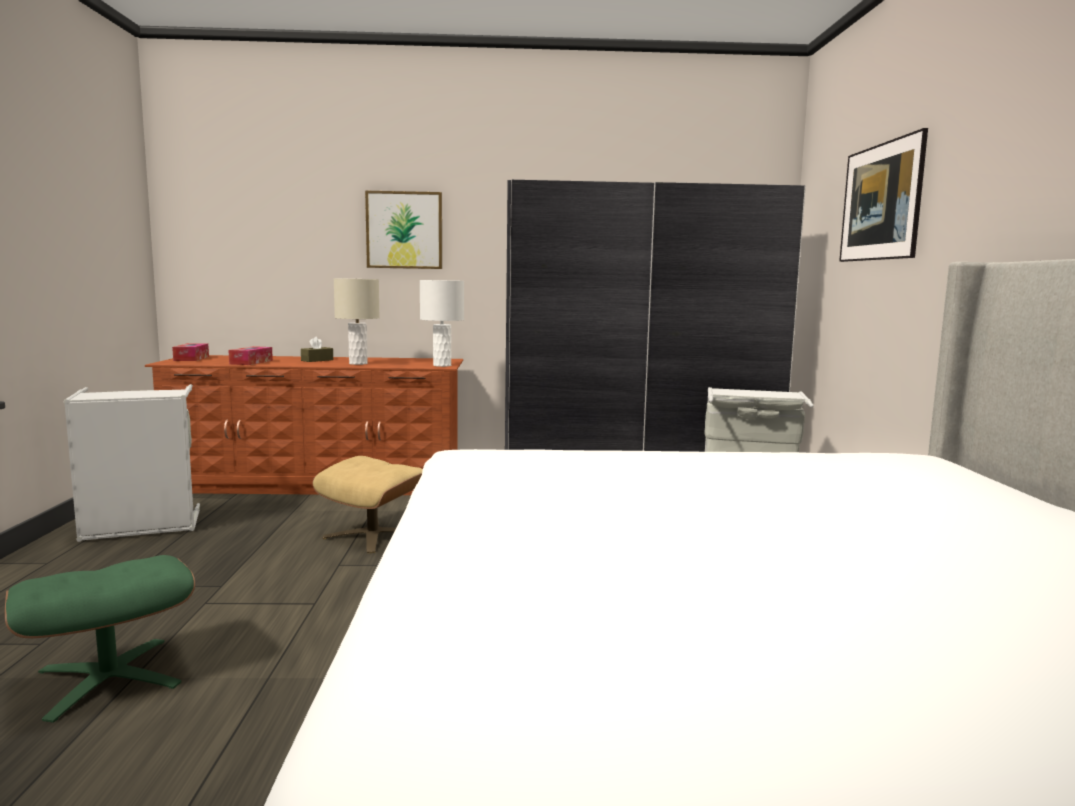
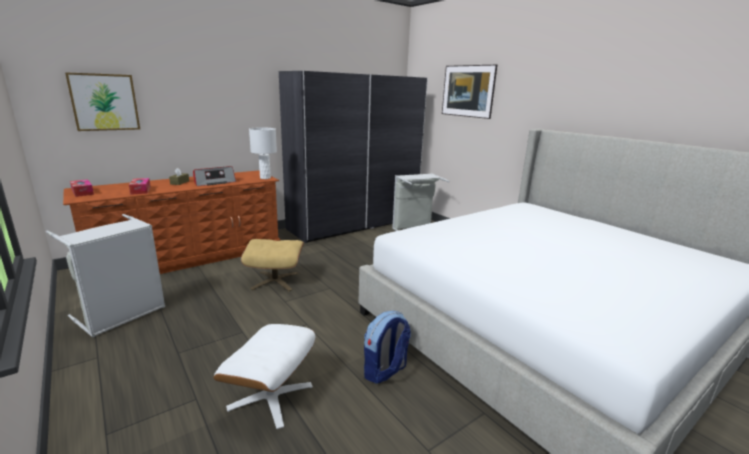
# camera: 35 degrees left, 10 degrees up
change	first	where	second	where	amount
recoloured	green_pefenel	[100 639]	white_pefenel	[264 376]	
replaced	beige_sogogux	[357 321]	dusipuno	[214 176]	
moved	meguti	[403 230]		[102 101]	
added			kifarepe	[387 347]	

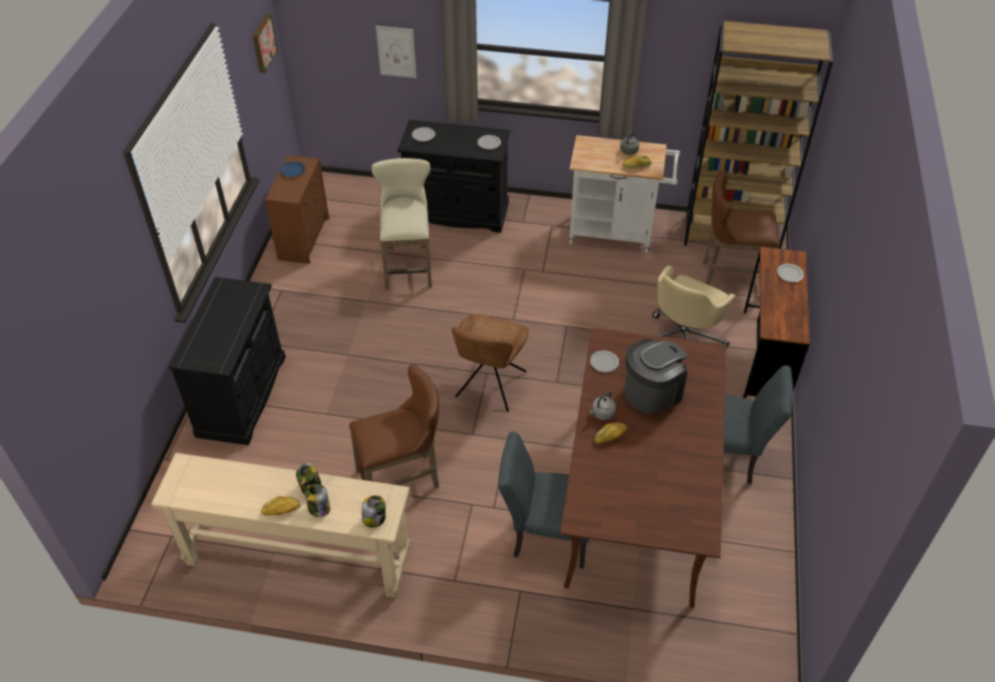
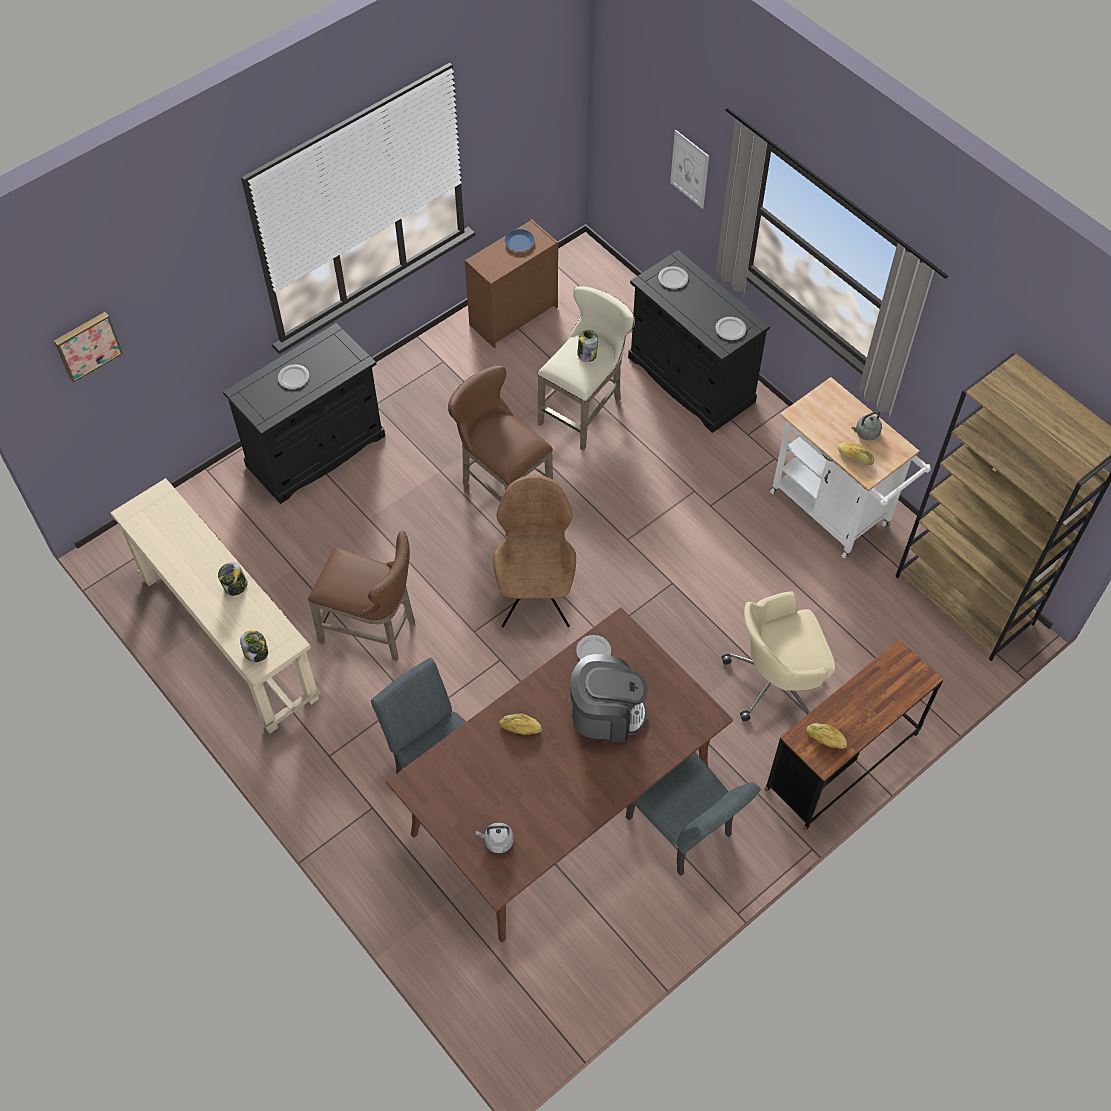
# camera: 40 degrees right, 10 degrees up
change	first	where	second	where	amount
moved	meguti	[265 43]		[88 347]	
moved	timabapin	[281 505]		[826 736]	
moved	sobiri	[317 500]		[587 346]	
turned	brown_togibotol	[490 363]		[534 551]	120 degrees clockwise
moved	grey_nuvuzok	[602 405]		[495 837]	
moved	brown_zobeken	[741 227]		[500 433]	
moved	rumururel	[790 273]		[293 376]	

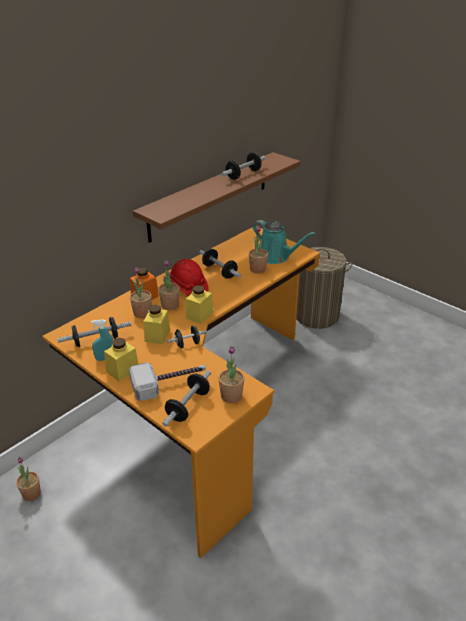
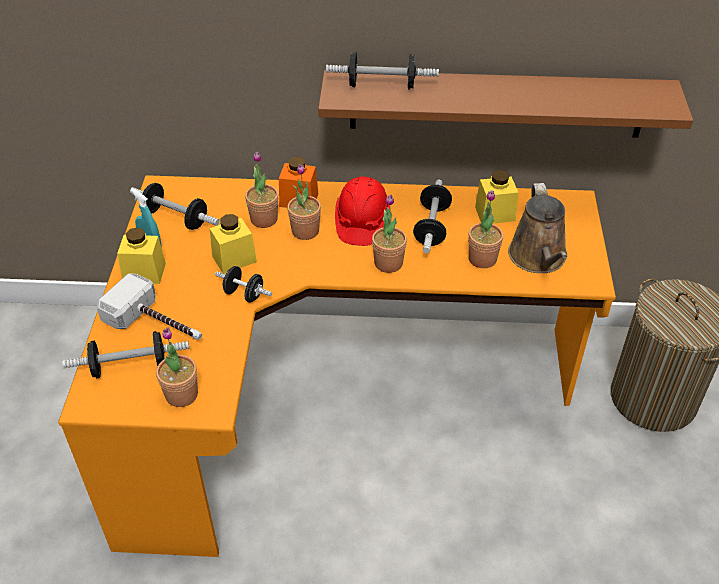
# camera: 50 degrees right, 10 degrees up
change	first	where	second	where	amount
moved	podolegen	[28 479]		[389 234]	
moved	yellow_sobiri	[200 304]		[497 197]	
moved	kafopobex	[243 166]		[382 71]	
recoloured	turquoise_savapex	[284 242]	brown_savapex	[537 228]	

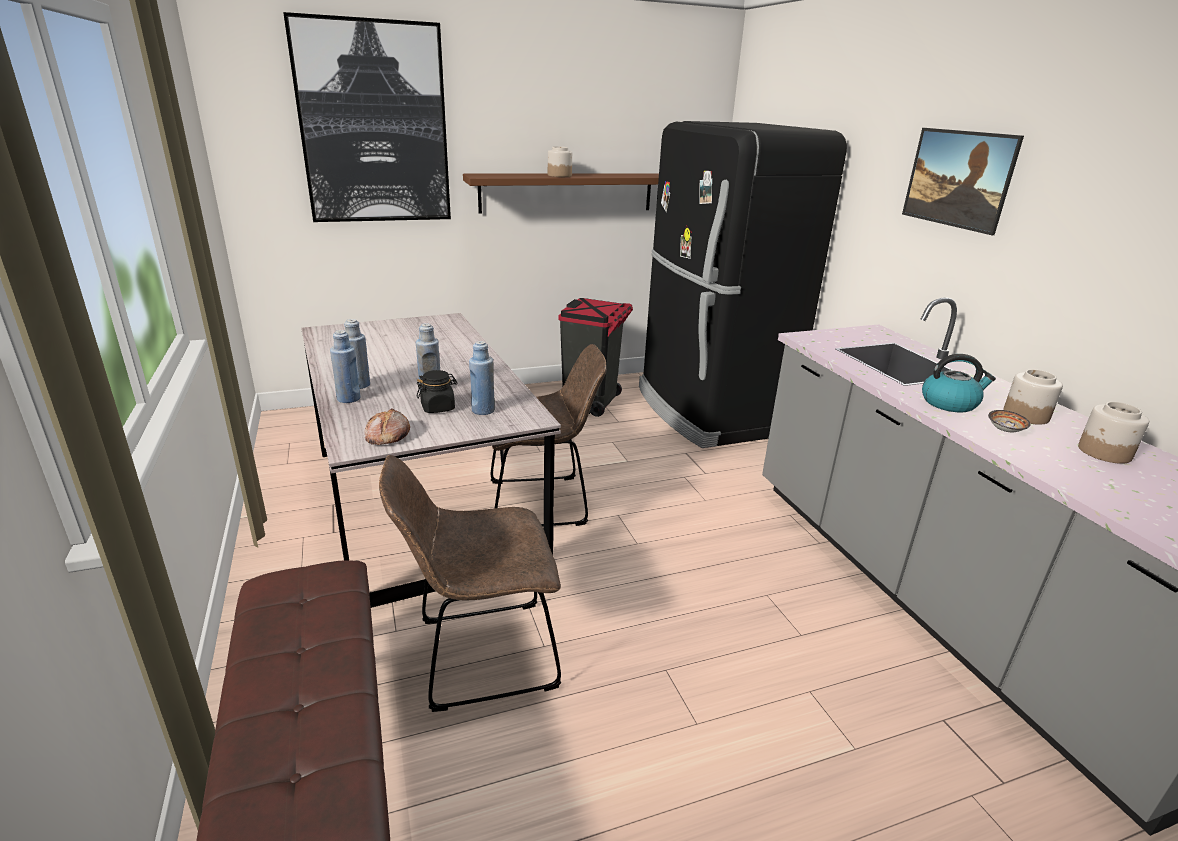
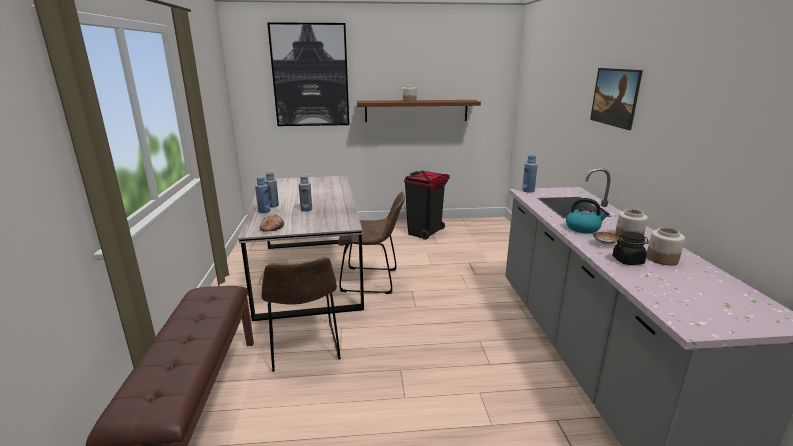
# camera: 15 degrees right, 5 degrees down
change	first	where	second	where	amount
turned	brown_togibotol	[470 583]		[301 314]	105 degrees counterclockwise
moved	black_sobiri	[437 391]		[630 248]	
moved	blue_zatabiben	[482 378]		[530 173]	
removed	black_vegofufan	[743 284]			

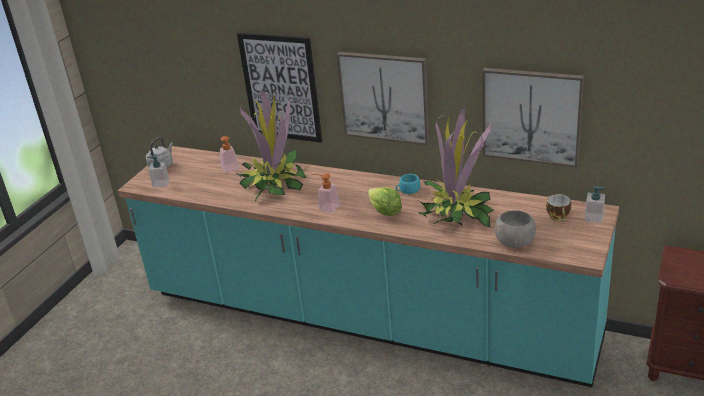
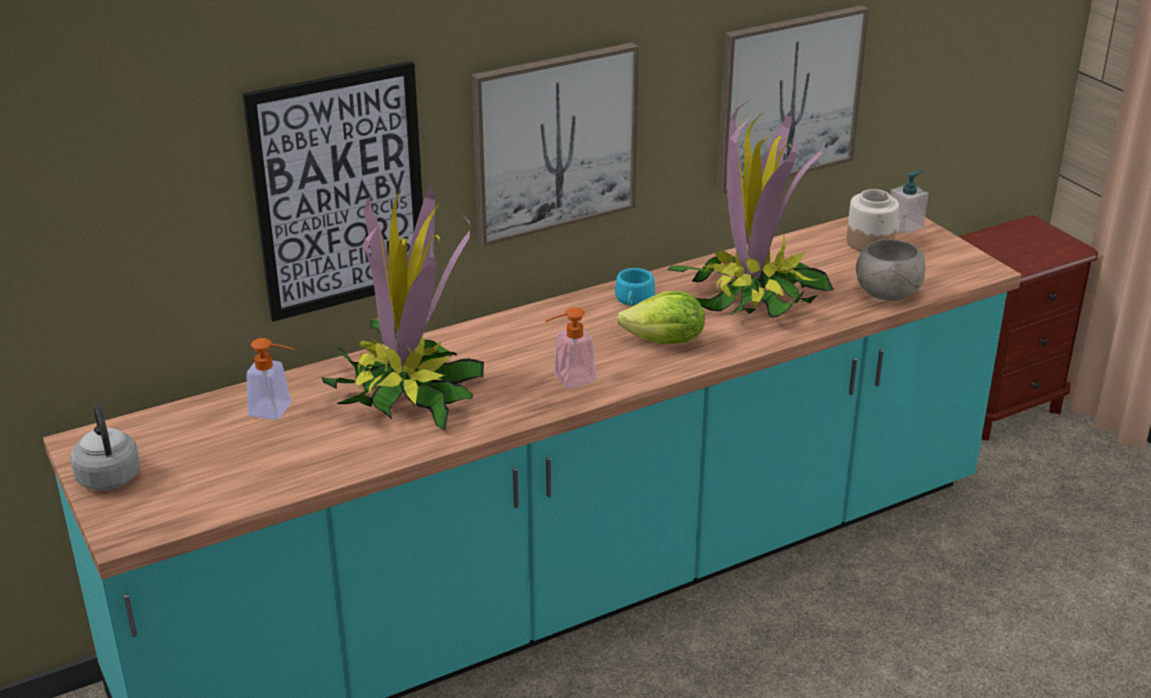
# camera: 55 degrees left, 0 degrees up
change	first	where	second	where	amount
removed	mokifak	[158 172]			
replaced	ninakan	[558 207]	sobiri	[872 220]	

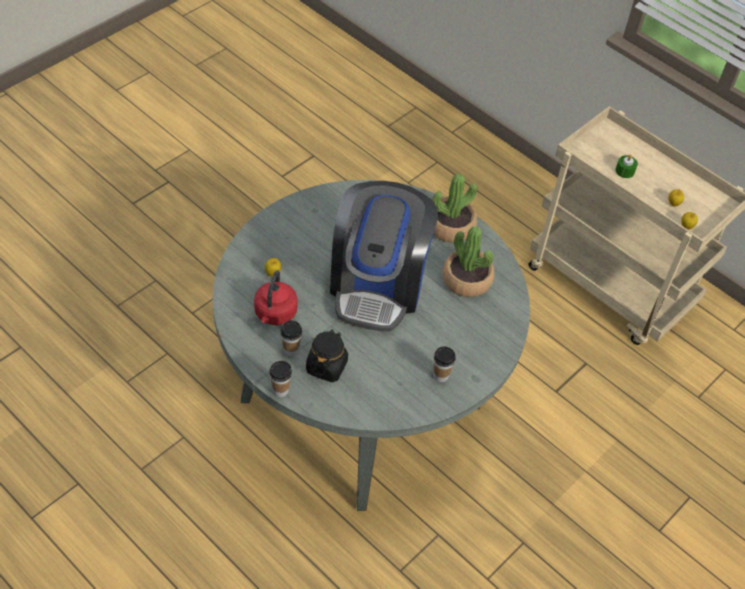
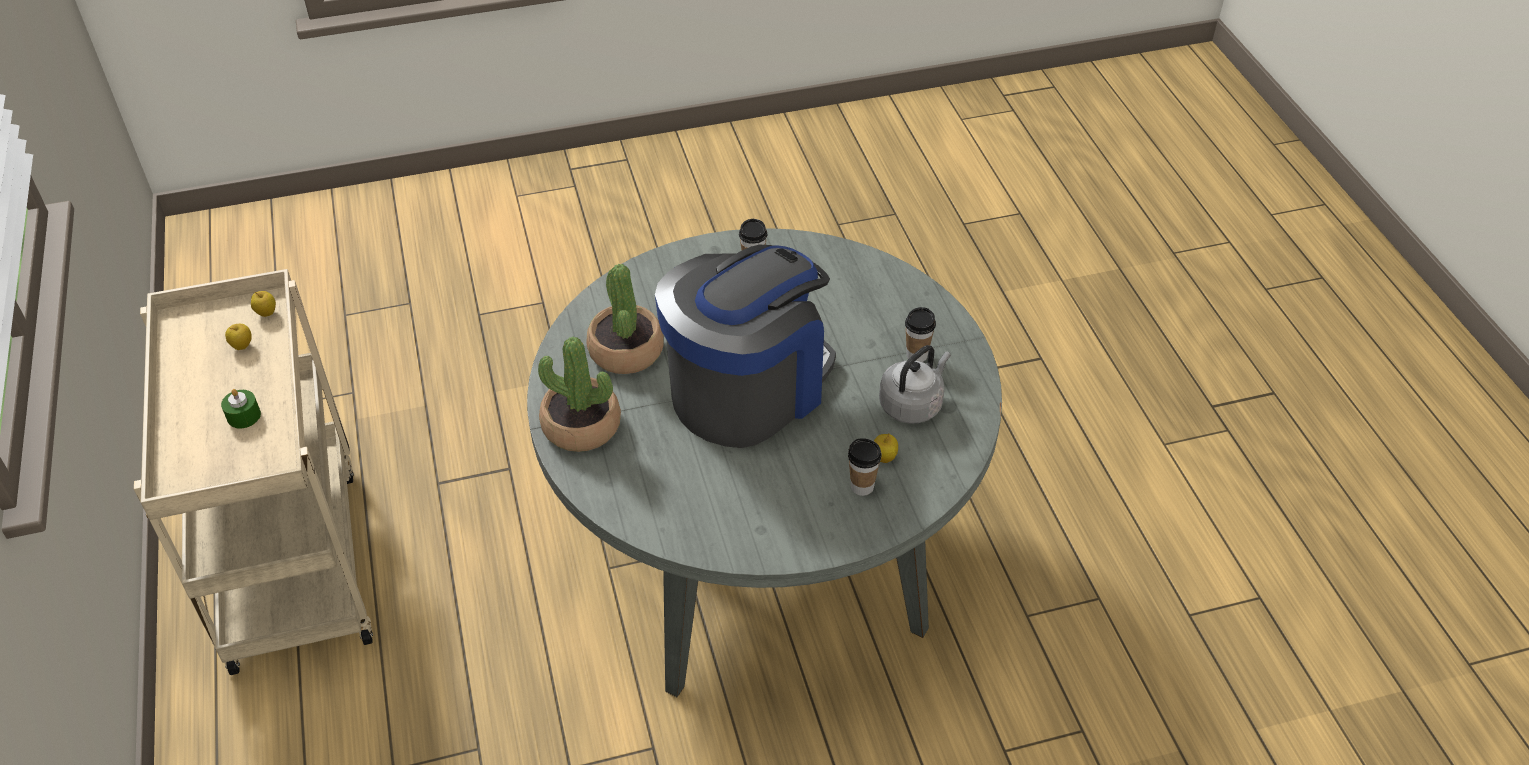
# camera: 145 degrees left, 5 degrees down
change	first	where	second	where	amount
recoloured	red_nuvuzok	[276 297]	grey_nuvuzok	[915 384]	
moved	ninakan	[280 379]		[865 467]	
removed	black_sobiri	[327 355]			

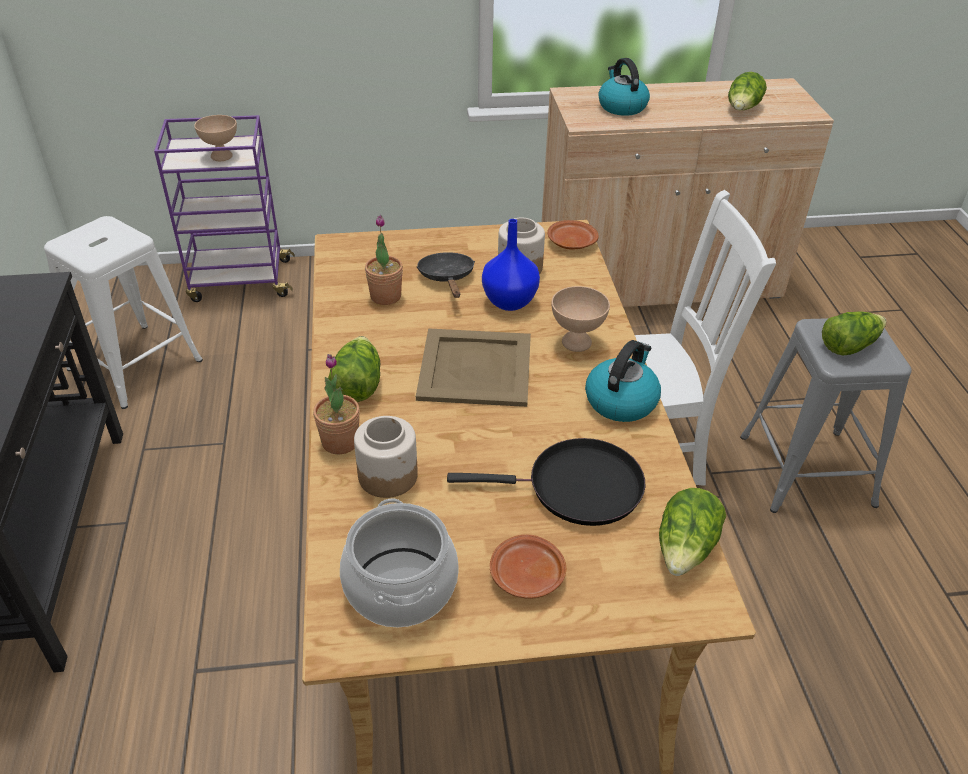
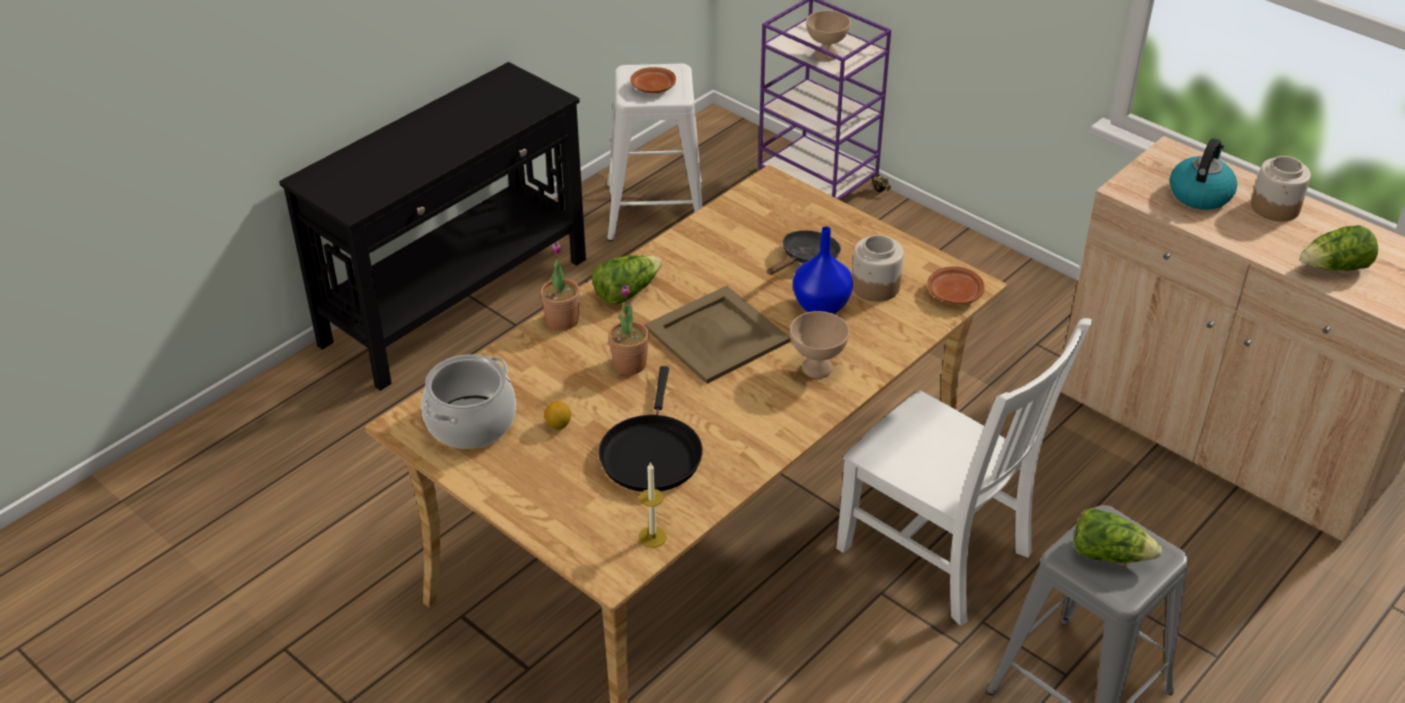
# camera: 50 degrees right, 0 degrees up
change	first	where	second	where	amount
moved	sobiri	[386 457]		[1281 188]	
moved	podolegen	[384 260]		[628 330]	
turned	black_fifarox	[546 482]		[650 429]	45 degrees clockwise
moved	brown_rumururel	[528 567]		[653 80]	
removed	nuvuzok	[623 381]			
replaced	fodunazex	[692 532]	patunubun	[653 505]	
added			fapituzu	[557 415]	

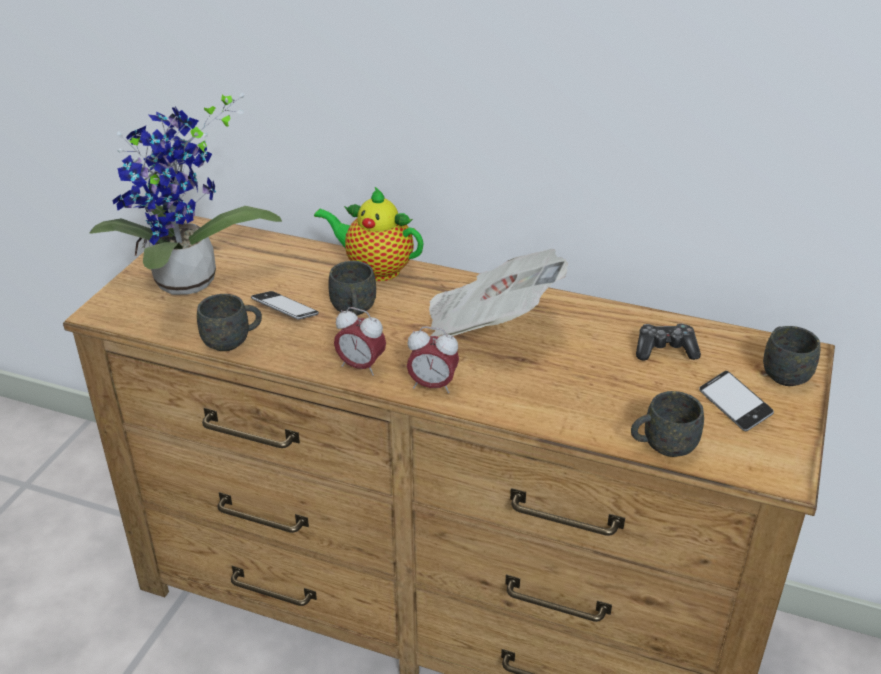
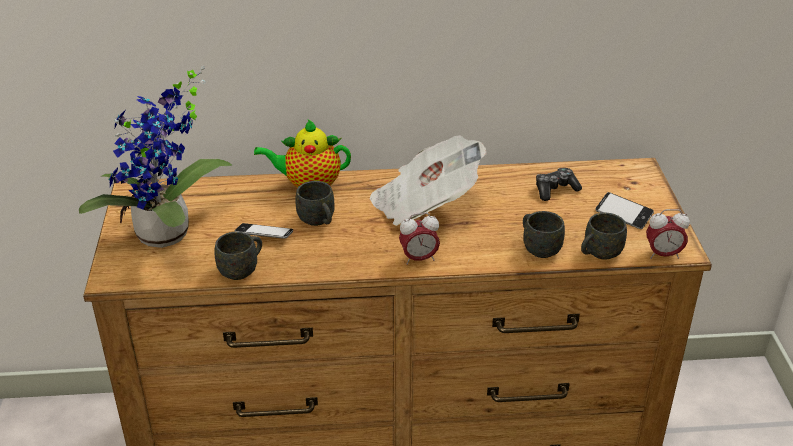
# camera: 25 degrees left, 0 degrees up
change	first	where	second	where	amount
moved	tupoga	[360 341]		[668 234]	
moved	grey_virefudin	[791 356]		[544 234]	

